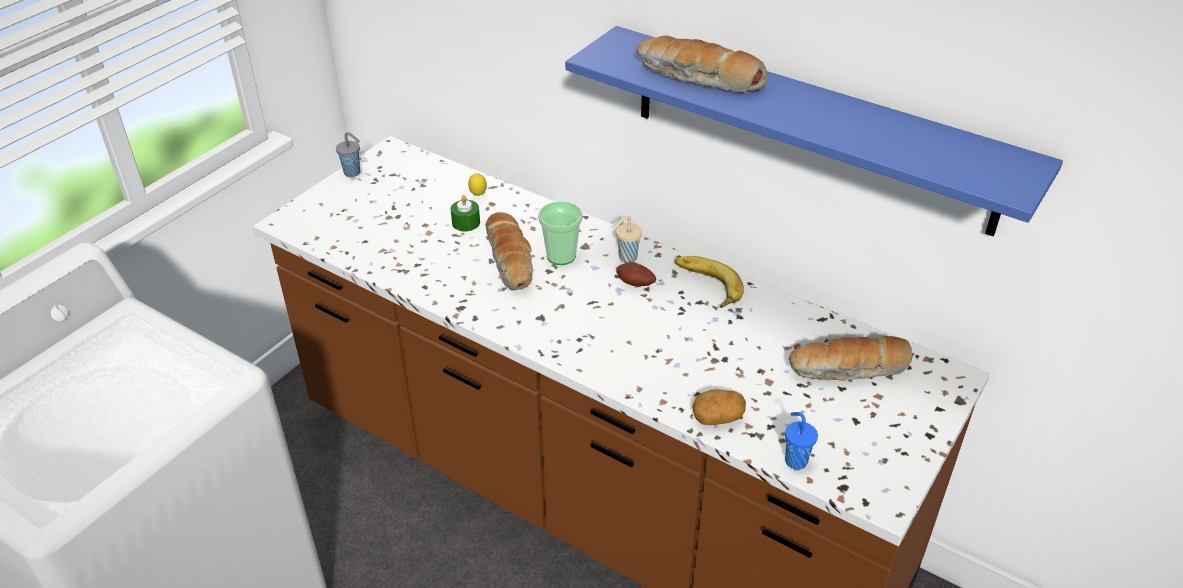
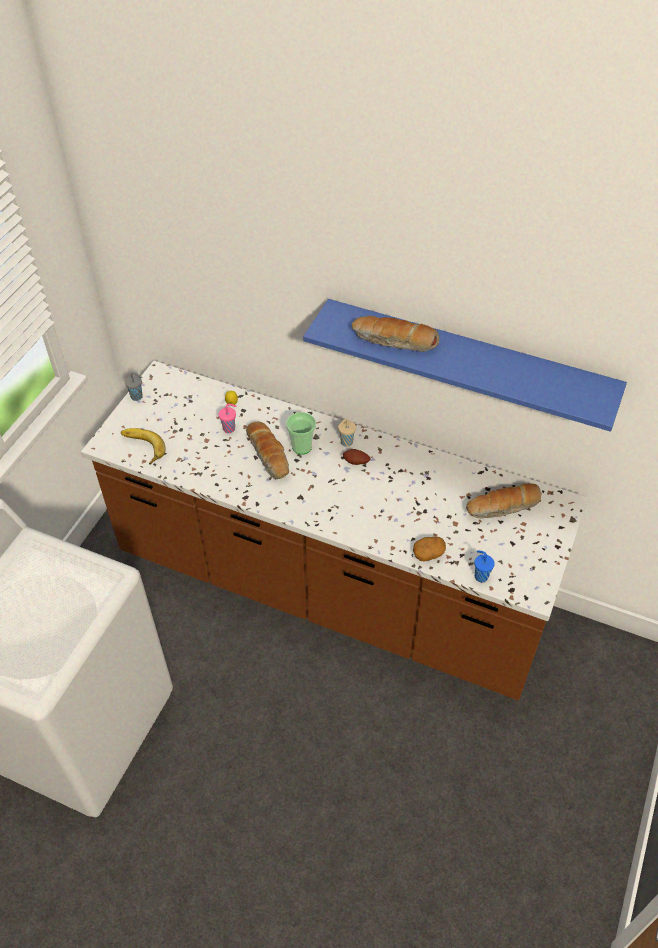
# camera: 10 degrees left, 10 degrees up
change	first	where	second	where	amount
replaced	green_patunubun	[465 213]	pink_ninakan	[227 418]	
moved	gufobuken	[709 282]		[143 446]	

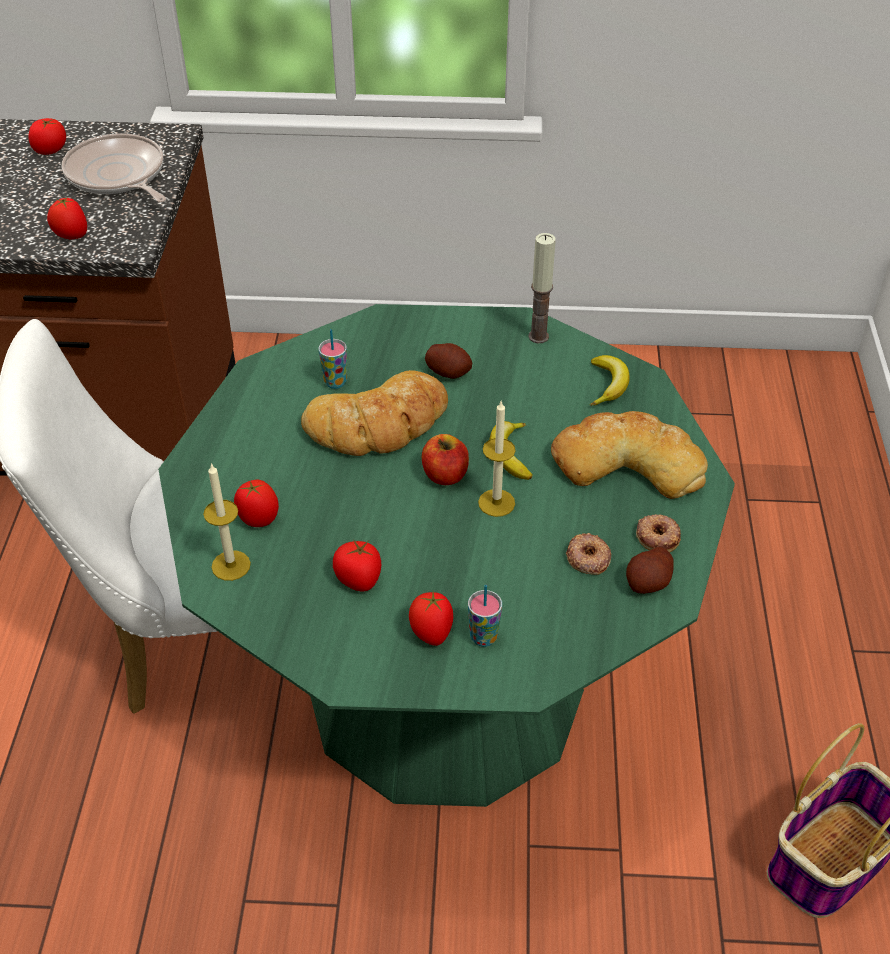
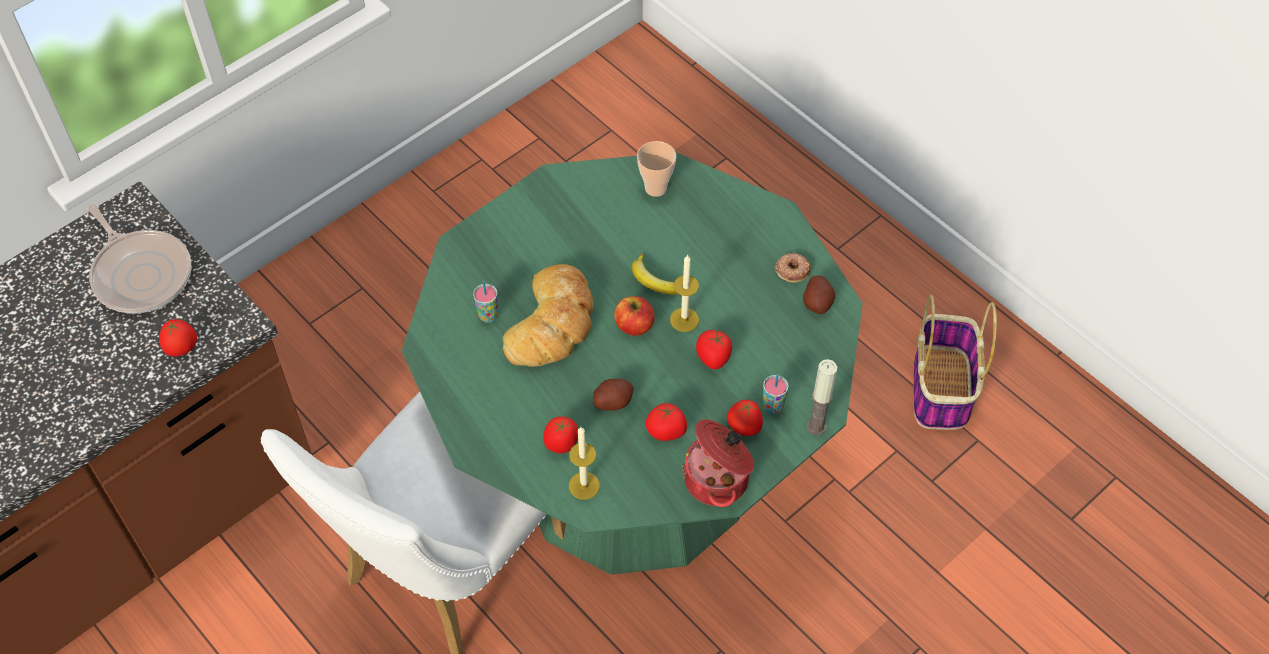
# camera: 45 degrees left, 10 degrees up
change	first	where	second	where	amount
moved	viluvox	[47 136]		[714 349]	
turned	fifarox	[114 167]		[140 259]	135 degrees counterclockwise
moved	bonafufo	[448 361]		[613 395]	
moved	patunubun	[542 288]		[822 397]	
removed	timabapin	[629 455]			
removed	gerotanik	[588 554]			
replaced	gufobuken	[610 380]	ninakan	[656 169]	
added			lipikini	[718 463]	

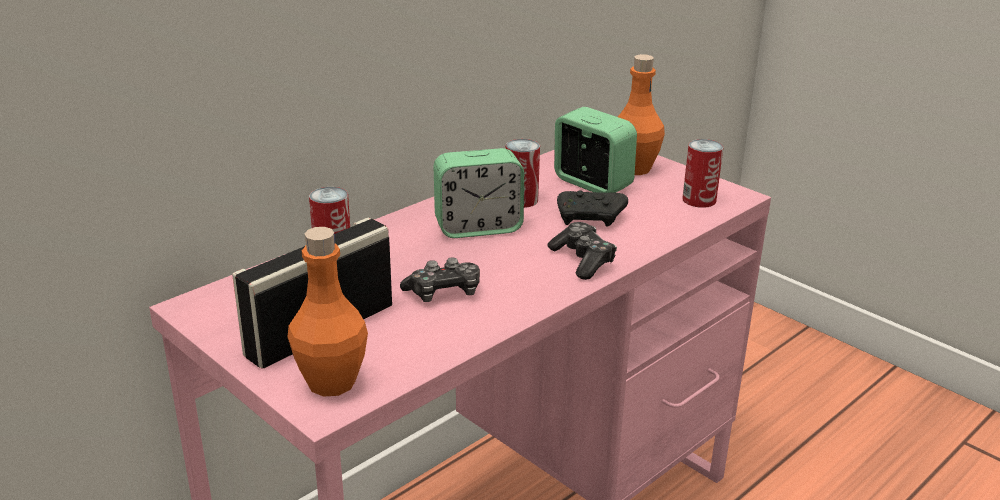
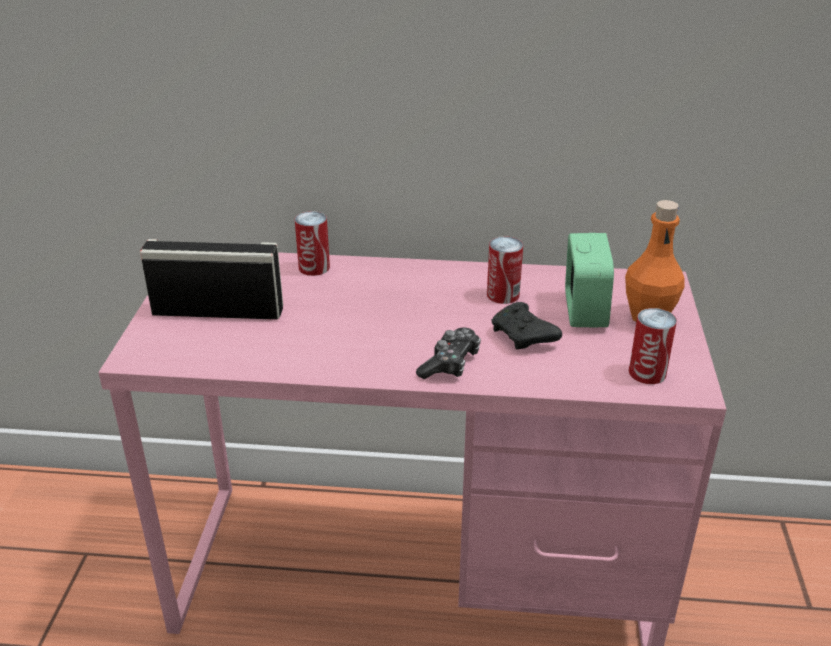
# camera: 50 degrees right, 5 degrees up
change	first	where	second	where	amount
removed	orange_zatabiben	[327 312]			
removed	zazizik	[440 279]			
removed	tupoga	[479 193]			

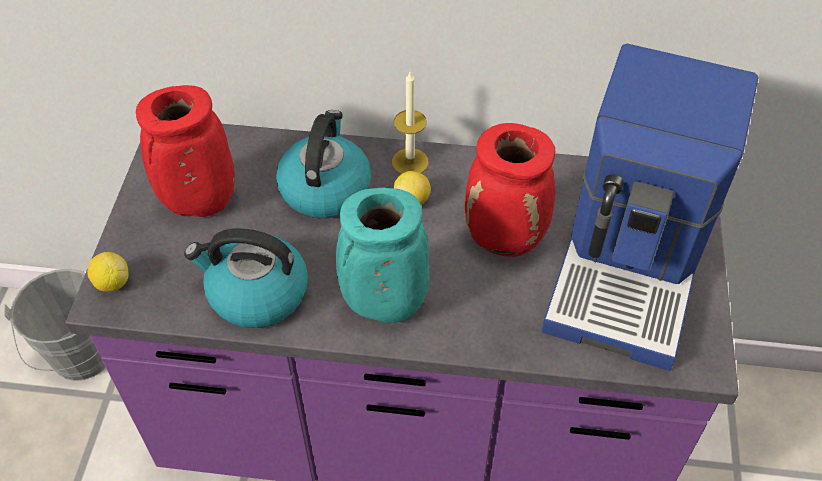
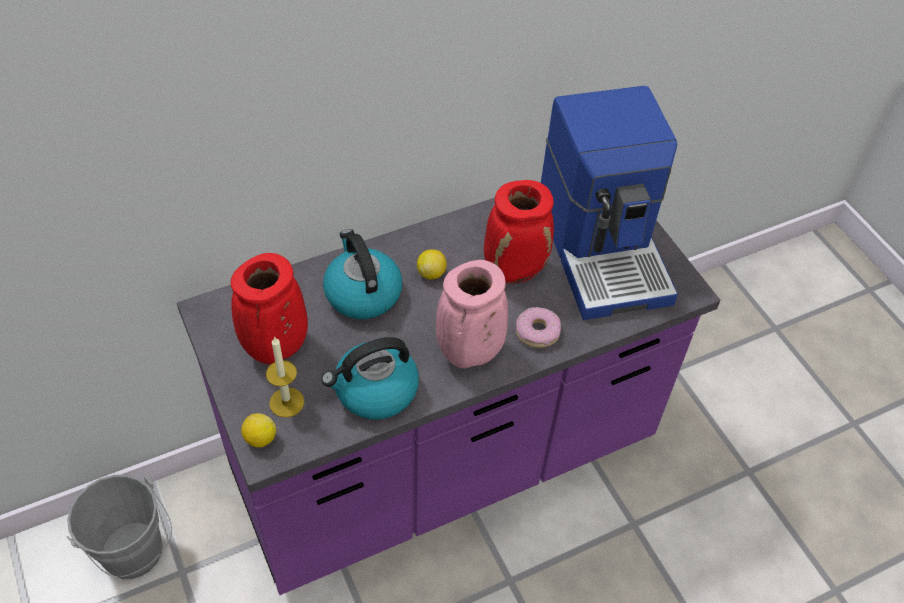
# camera: 35 degrees left, 0 degrees up
change	first	where	second	where	amount
recoloured	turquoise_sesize	[382 255]	pink_sesize	[472 314]	
moved	patunubun	[410 123]		[285 377]	
added			gerotanik	[538 327]	

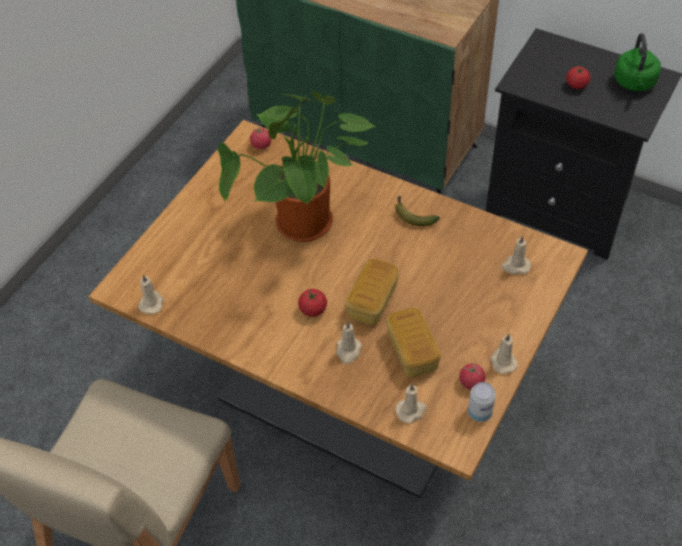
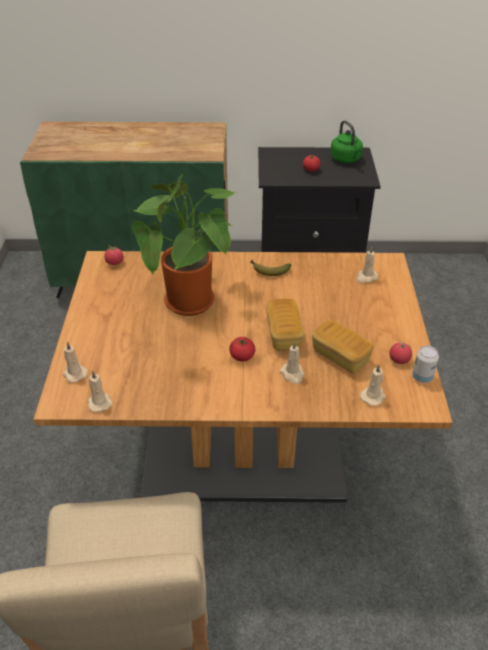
# camera: 30 degrees left, 10 degrees down
change	first	where	second	where	amount
moved	beige_patunubun	[504 353]		[75 361]	

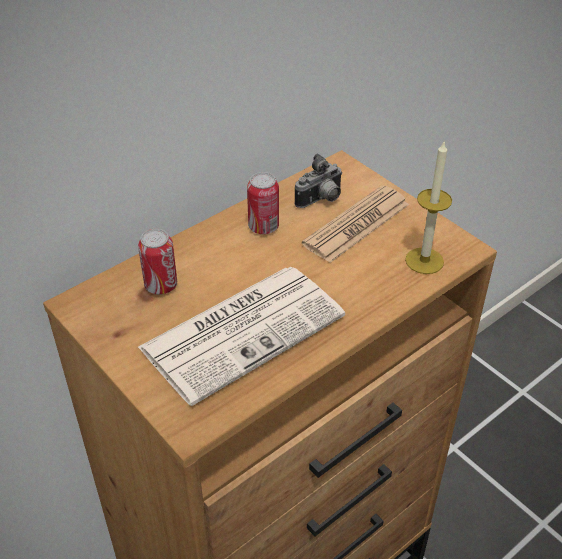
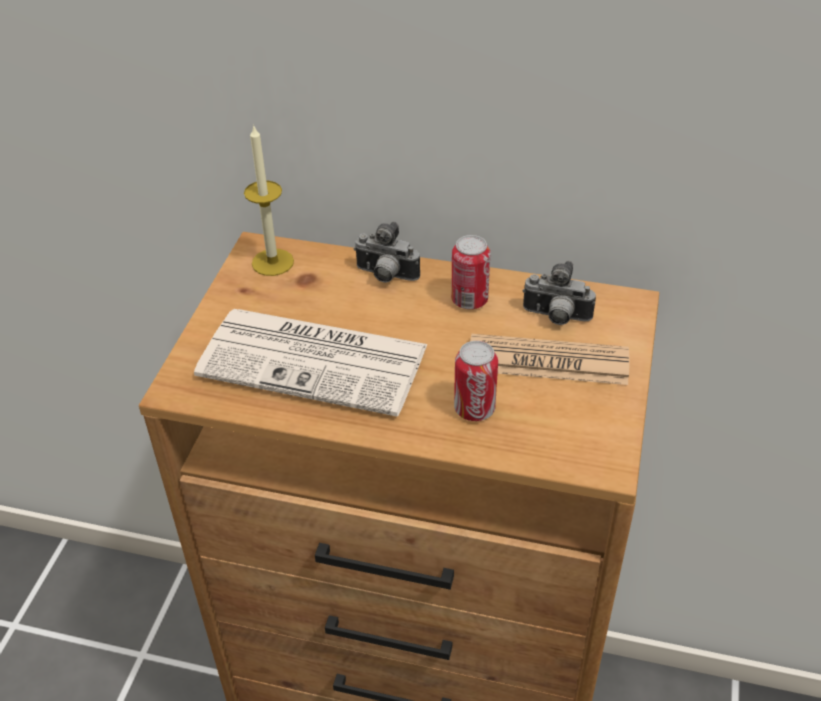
# camera: 55 degrees right, 0 degrees up
change	first	where	second	where	amount
moved	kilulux	[157 261]		[476 381]	
moved	patunubun	[428 207]		[269 200]	
added			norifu	[387 252]	

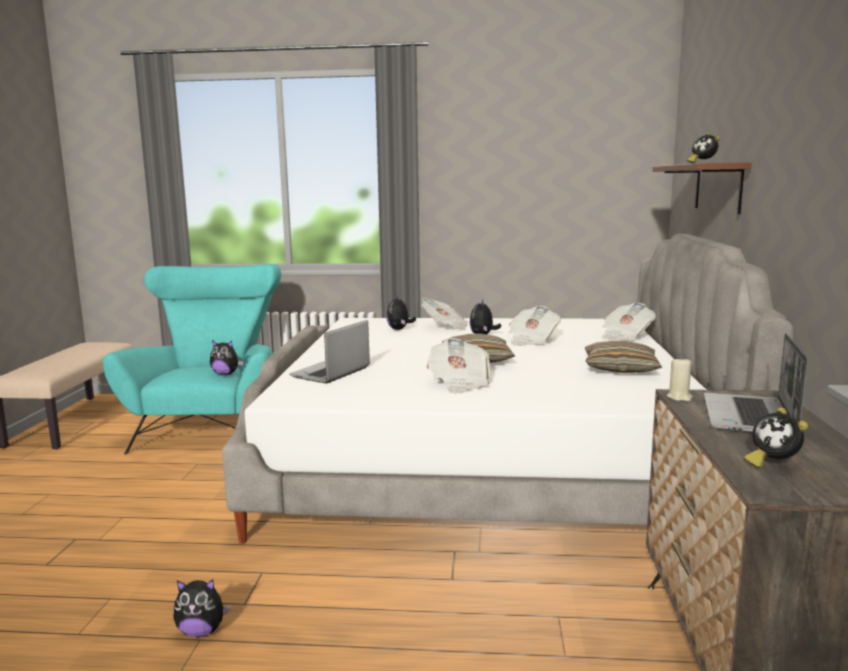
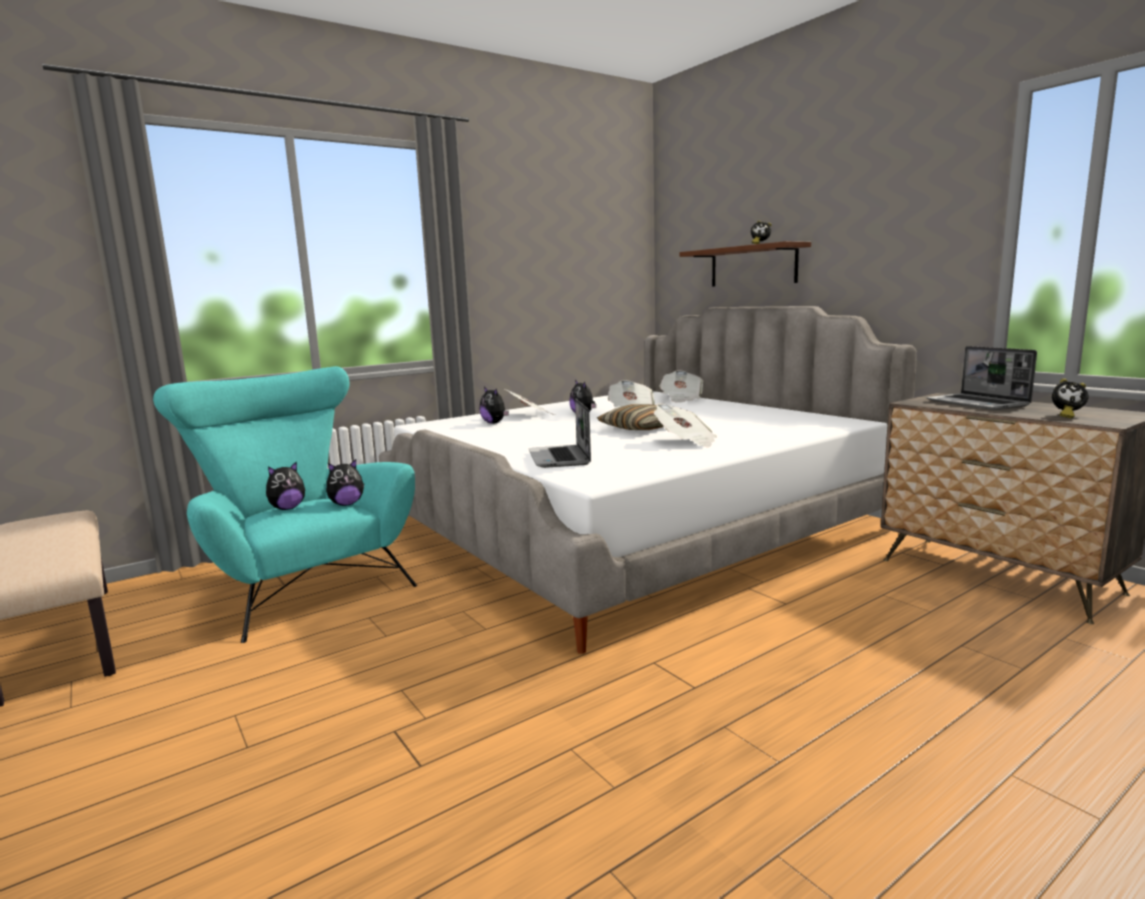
# camera: 40 degrees left, 0 degrees up
change	first	where	second	where	amount
moved	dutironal	[202 608]		[285 485]	
removed	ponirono	[624 357]			
removed	beige_patunubun	[679 379]			

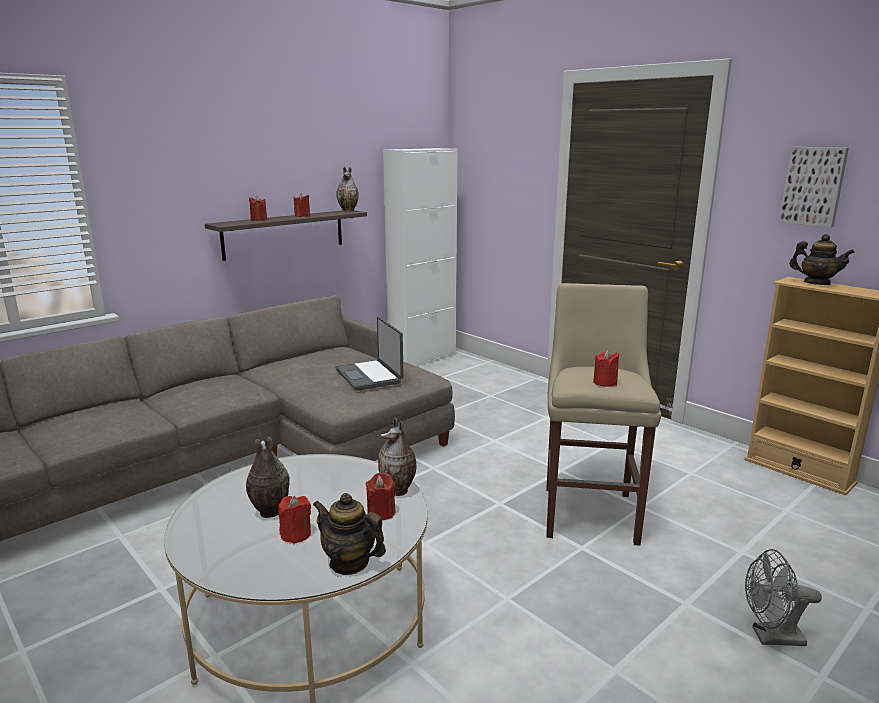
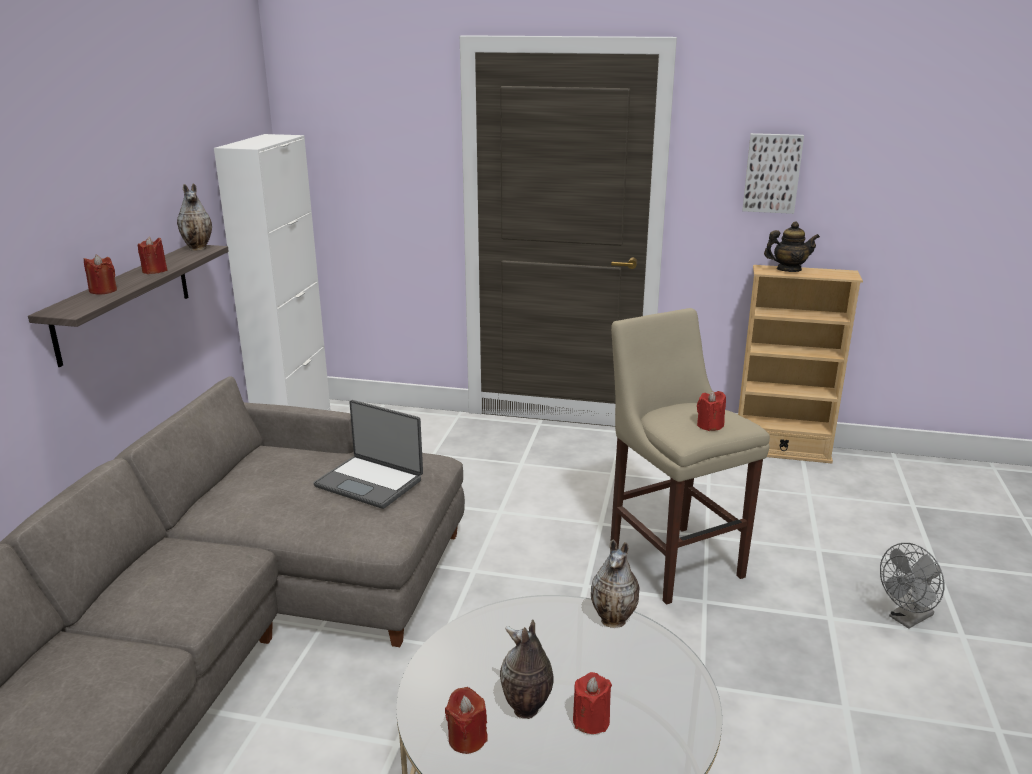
# camera: 35 degrees left, 5 degrees up
change	first	where	second	where	amount
removed	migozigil	[349 534]			
moved	red_patunubun	[381 496]		[466 720]	

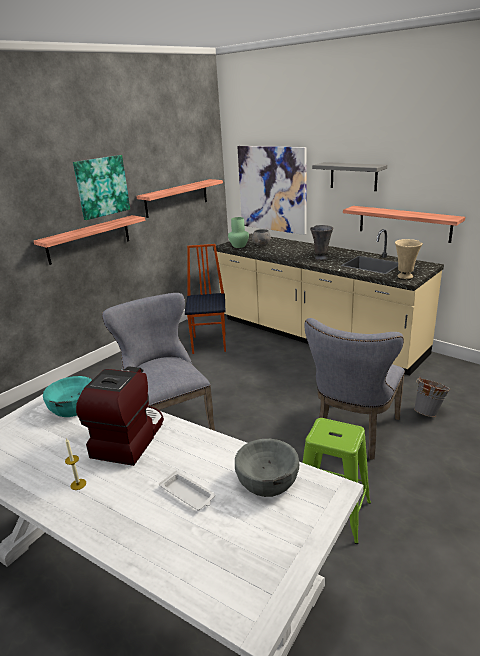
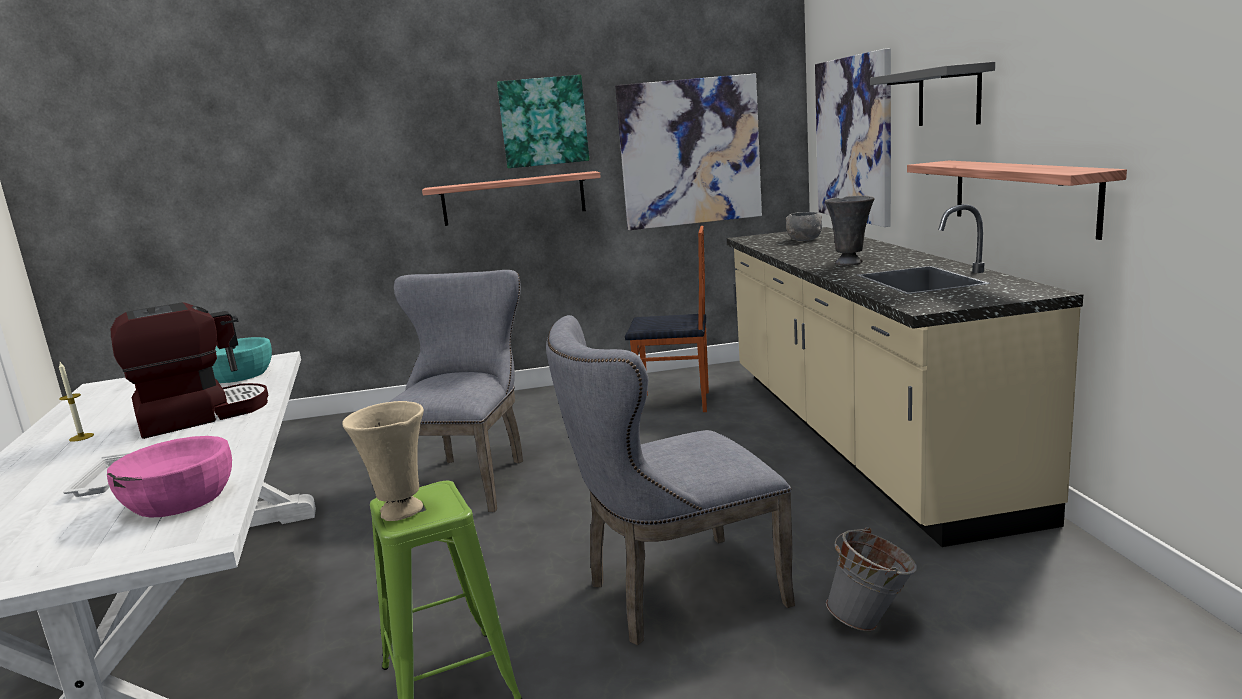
# camera: 40 degrees right, 10 degrees down
change	first	where	second	where	amount
replaced	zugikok	[179 198]	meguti	[688 151]	
turned	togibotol	[205 299]		[667 319]	60 degrees clockwise
removed	green_sesize	[238 232]			
recoloured	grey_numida	[267 468]	pink_numida	[169 477]	
moved	beige_sesize	[409 259]		[383 461]	

